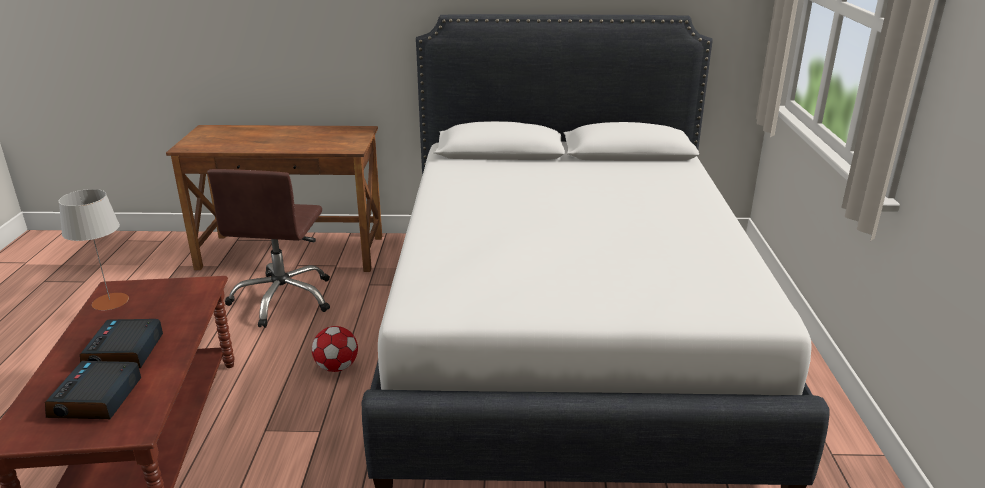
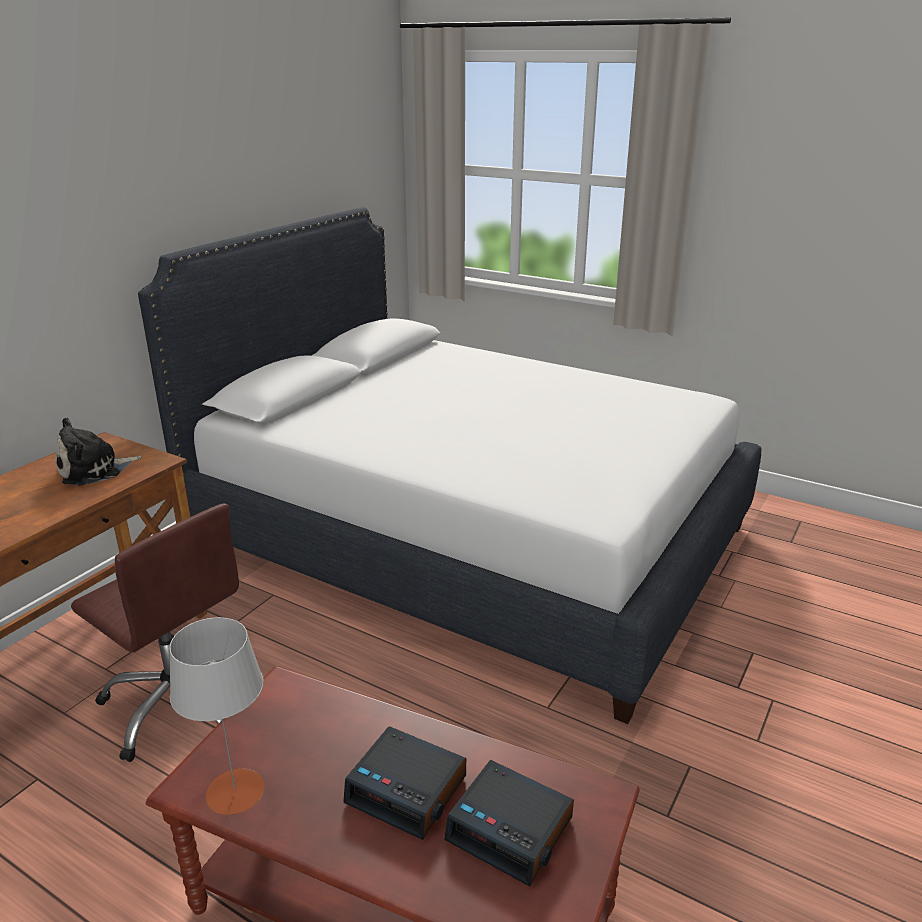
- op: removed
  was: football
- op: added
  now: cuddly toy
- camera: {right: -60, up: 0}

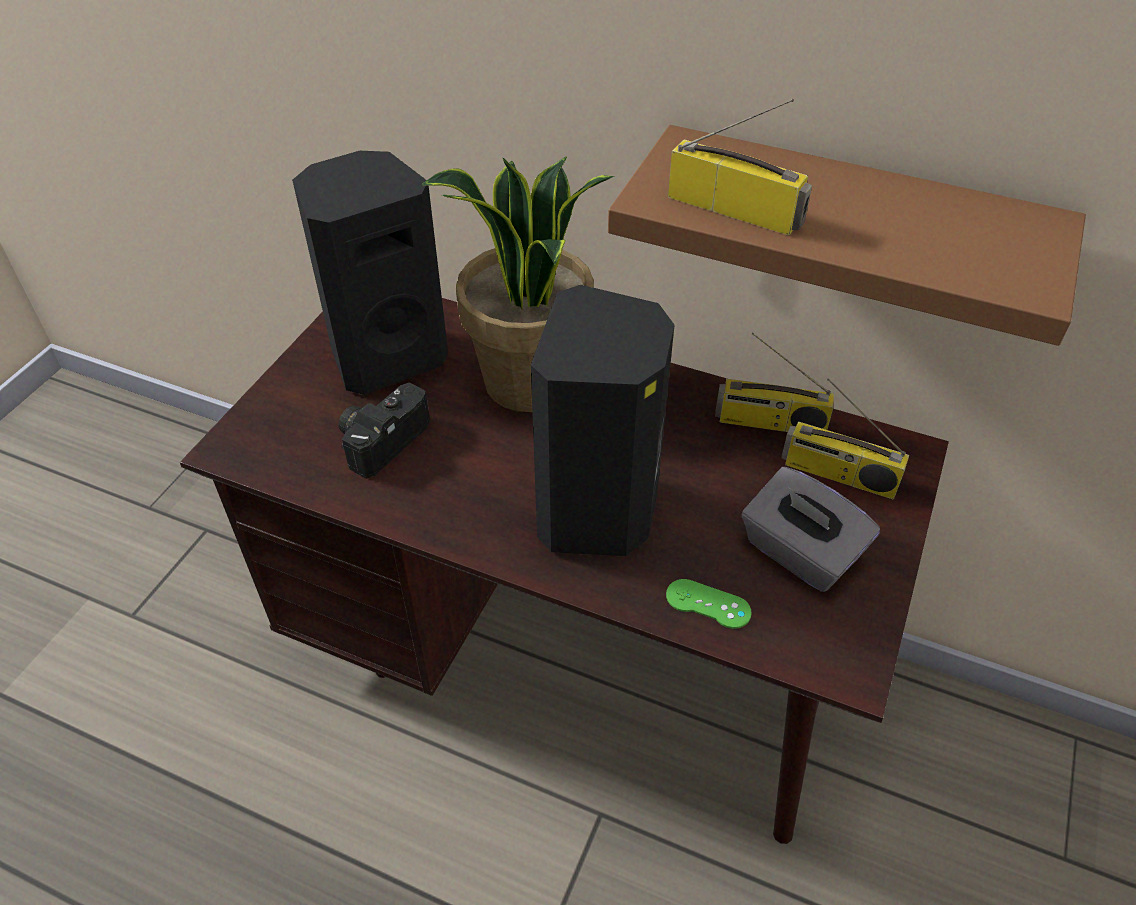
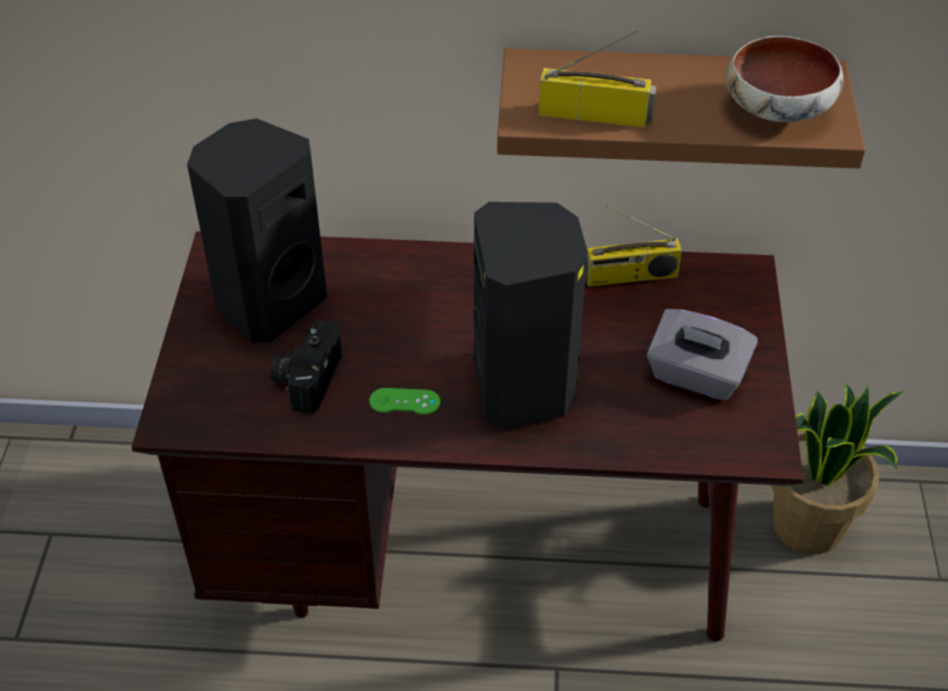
- op: removed
  was: radio (3rd from left)
- op: added
  now: deep dish
- op: moved
  was: plant in a pot
- op: moved
  was: game controller/green-coloured
- camera: {right: -20, up: 0}

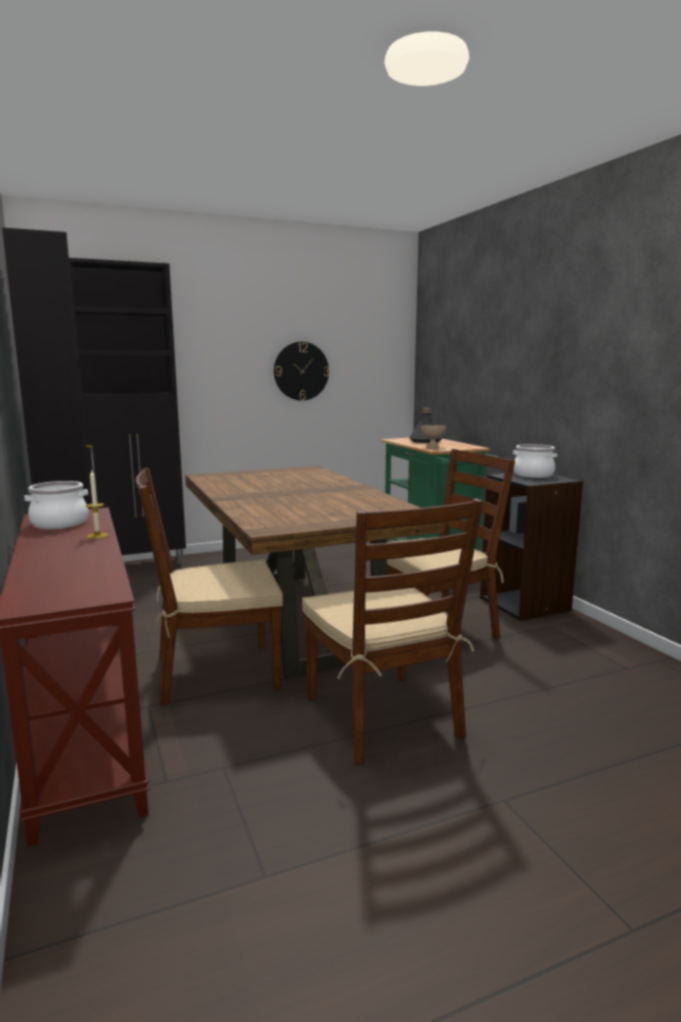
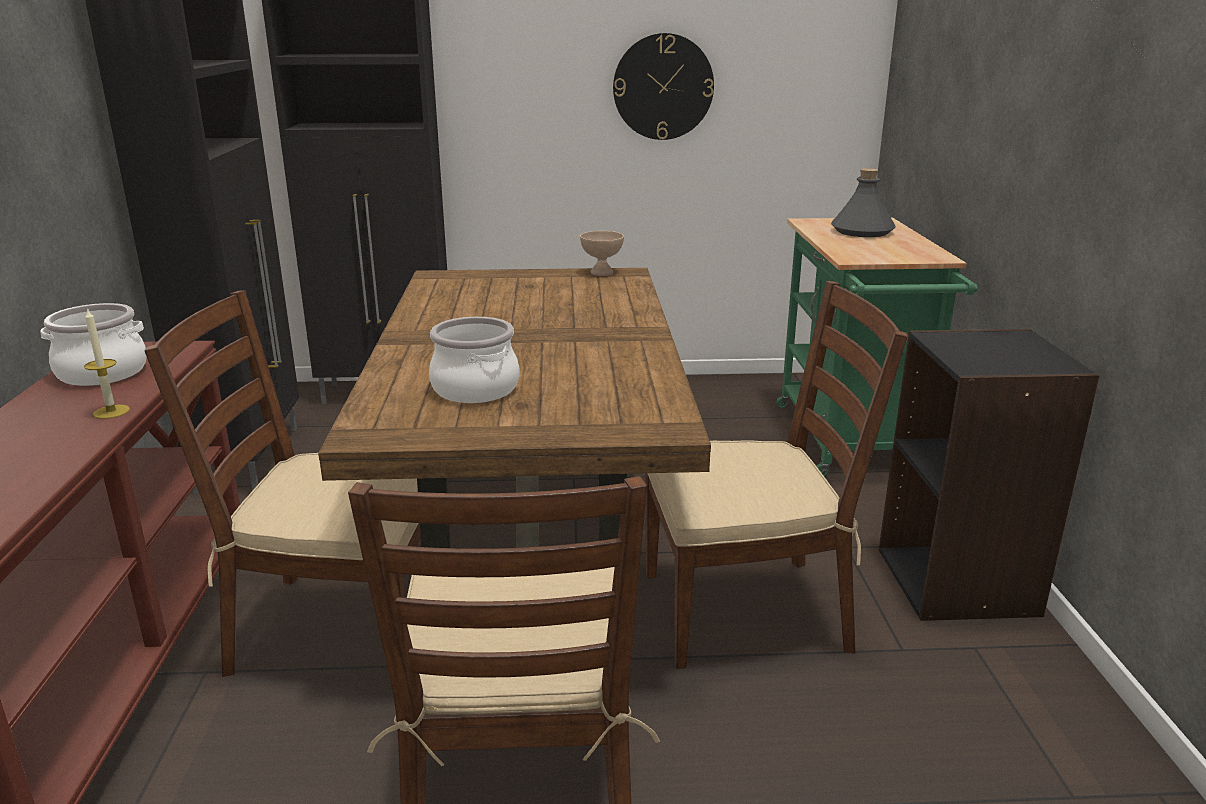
- op: moved
  was: deep dish/sand-coloured
- op: moved
  was: saucepot (2nd from left)
- camera: {right: 20, up: 10}

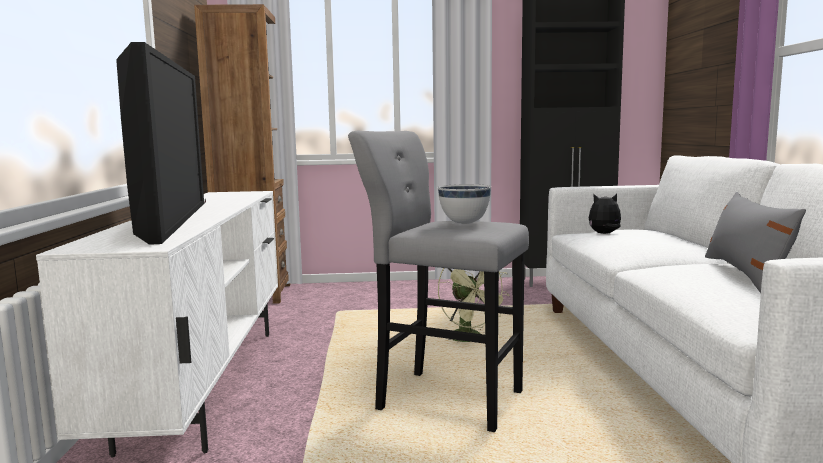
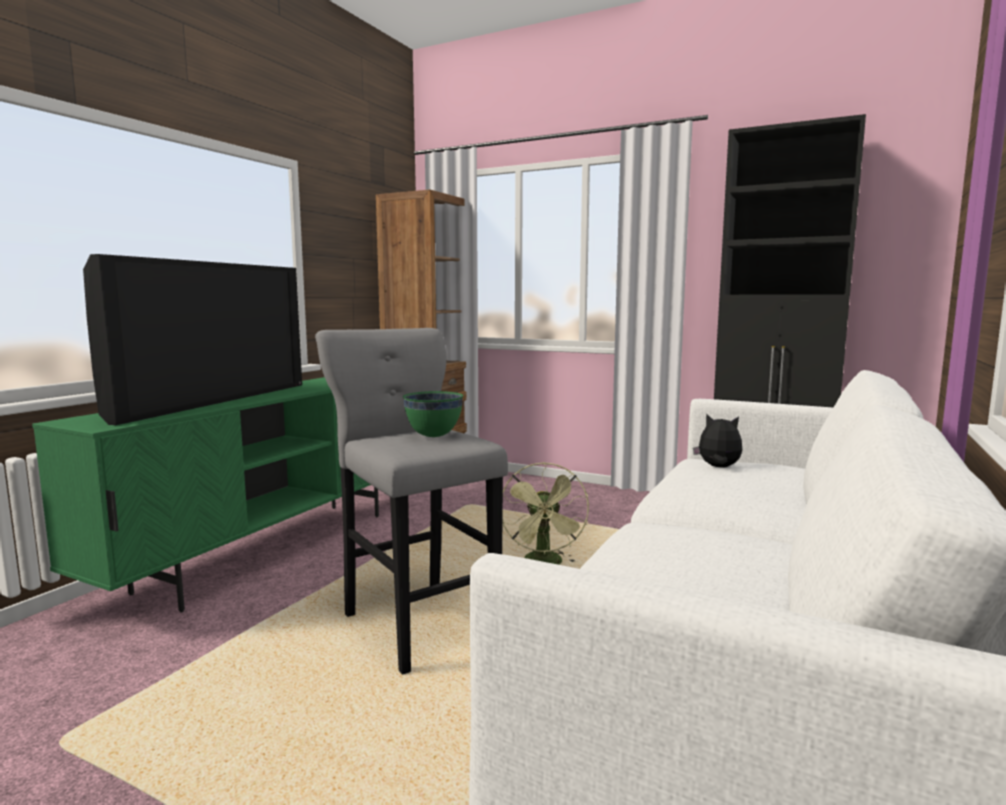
- op: removed
  was: throw pillow/grey
- op: recoloured
  was: tv unit/whitish
  now: tv unit/green-coloured
- op: recoloured
  was: deep dish/whitish
  now: deep dish/green-coloured
- camera: {right: 30, up: 0}

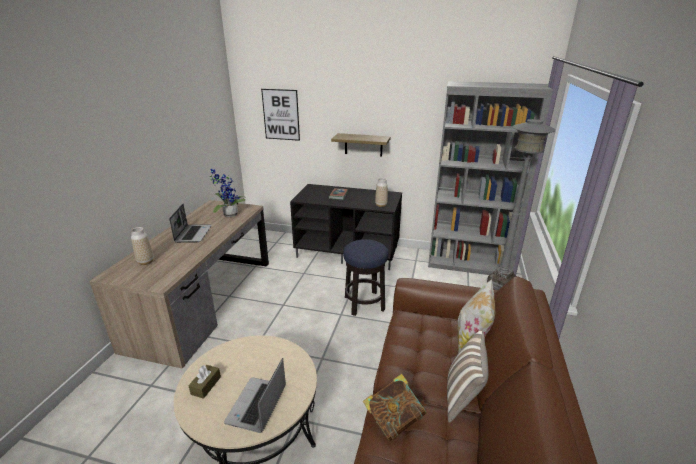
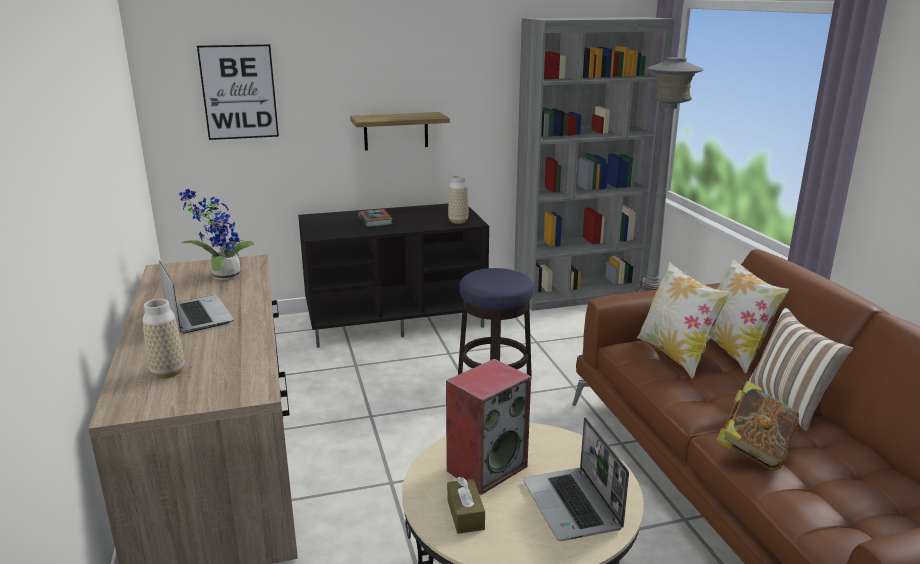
- op: added
  now: loudspeaker
- op: added
  now: throw pillow (1st from left)
- camera: {right: -30, up: -5}

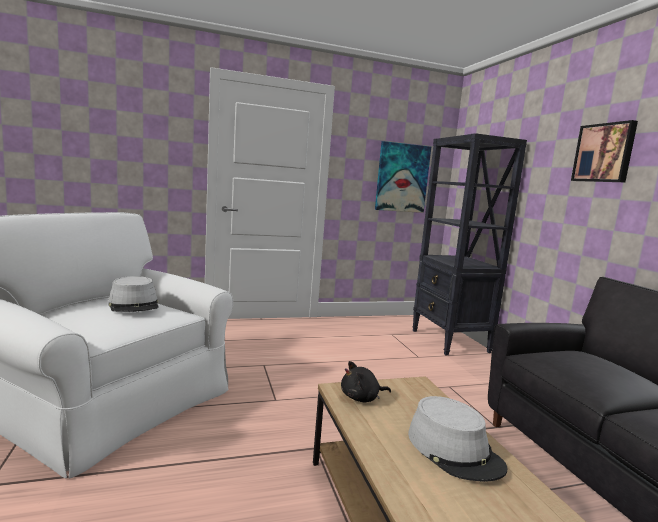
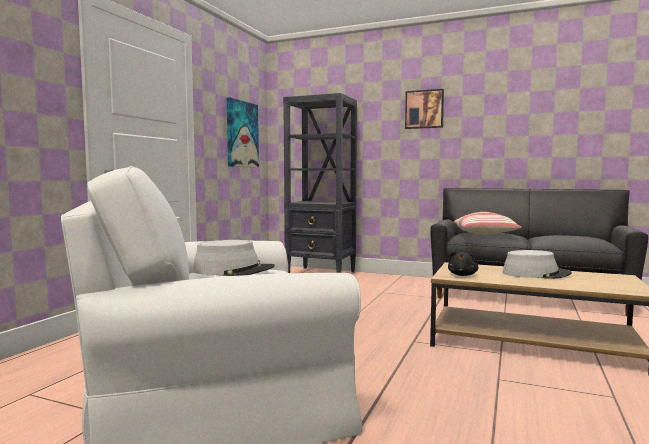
- op: added
  now: throw pillow
- camera: {right: -50, up: -5}

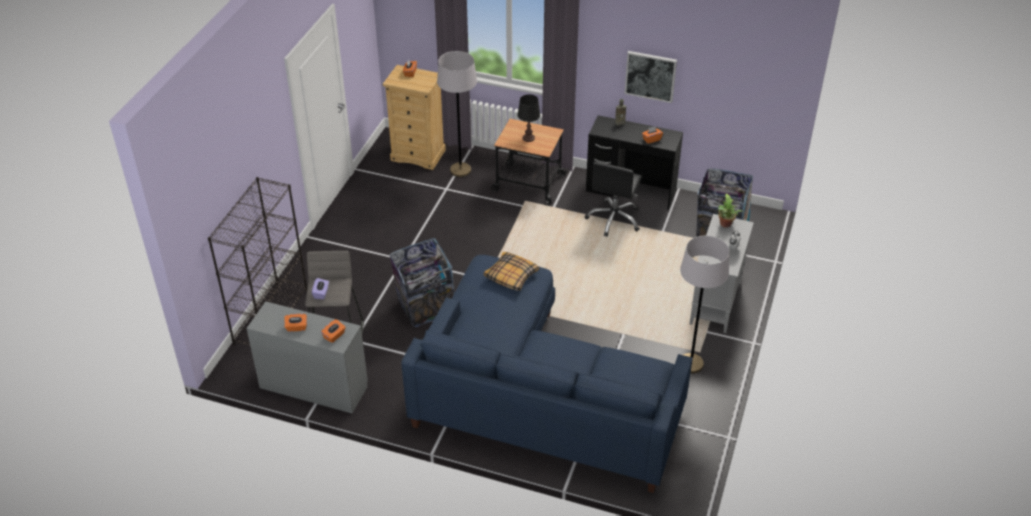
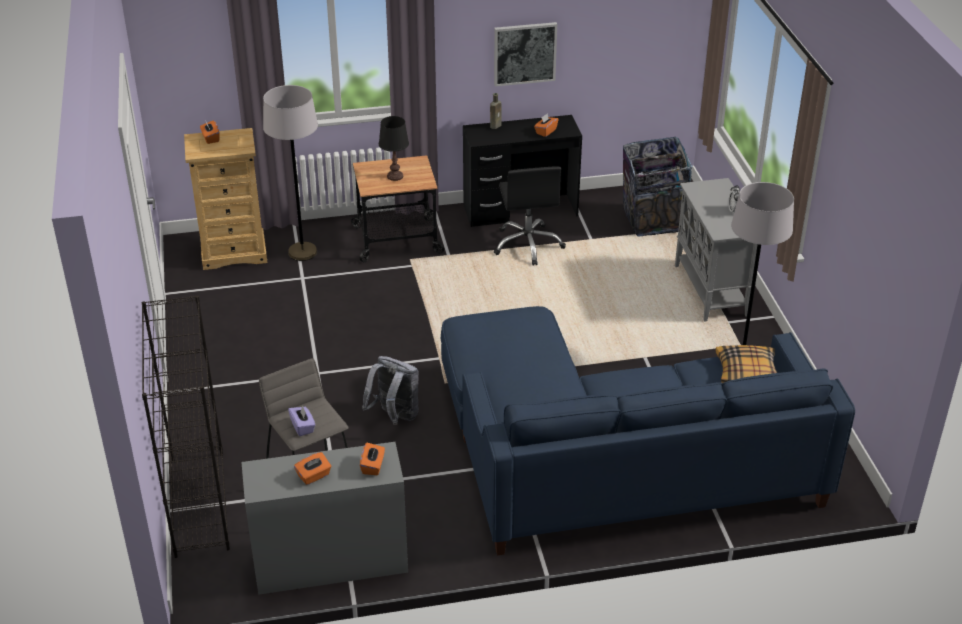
- op: removed
  was: plant in a pot
- op: moved
  was: throw pillow
- op: replaced
  was: rubbish bin (1st from left)
  now: knapsack/grey
- camera: {right: -30, up: -5}

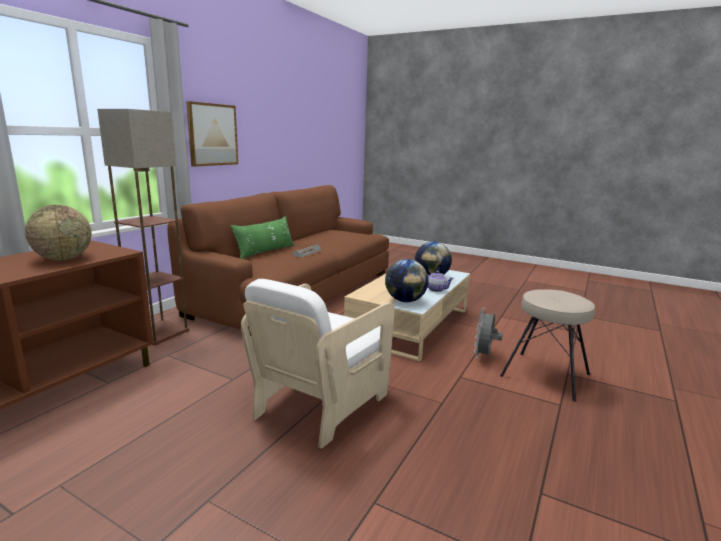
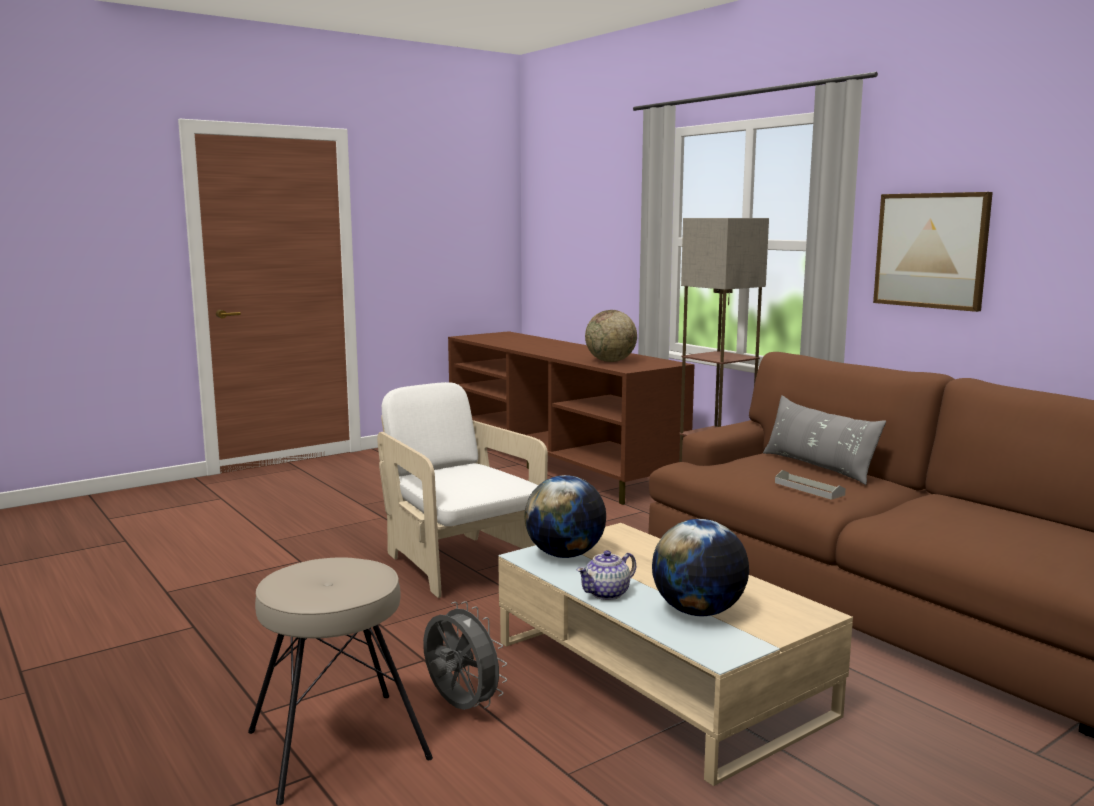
- op: recoloured
  was: throw pillow/green-coloured
  now: throw pillow/grey
- camera: {right: 115, up: -5}

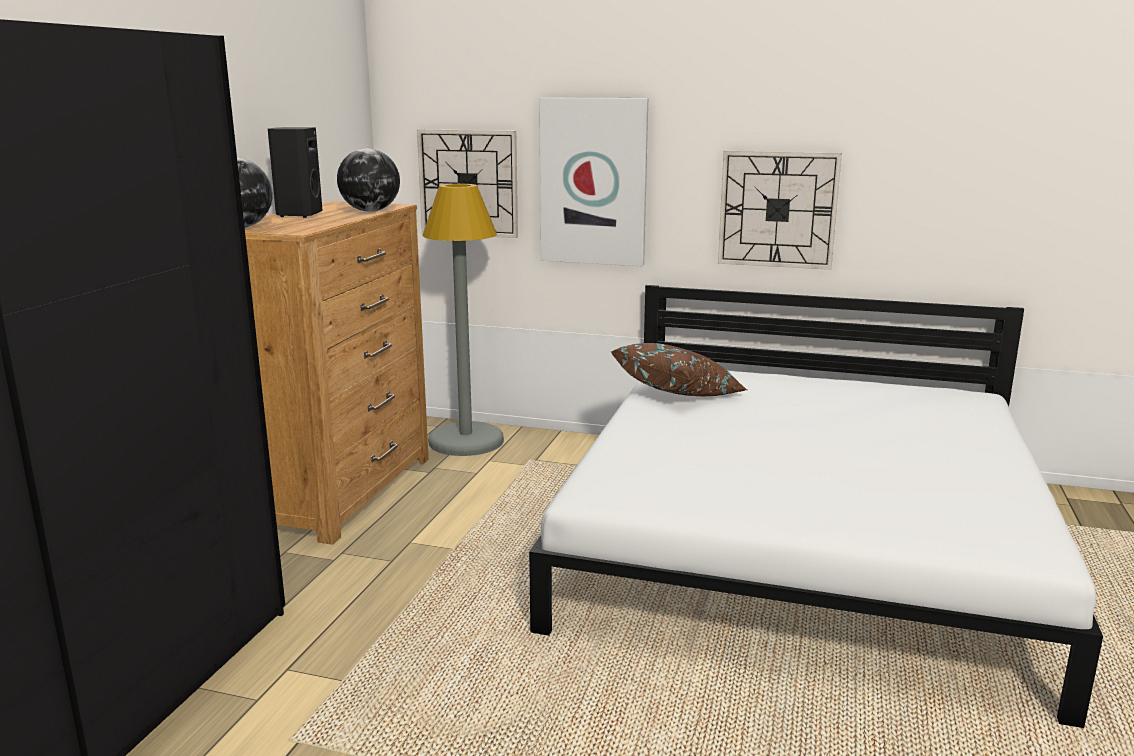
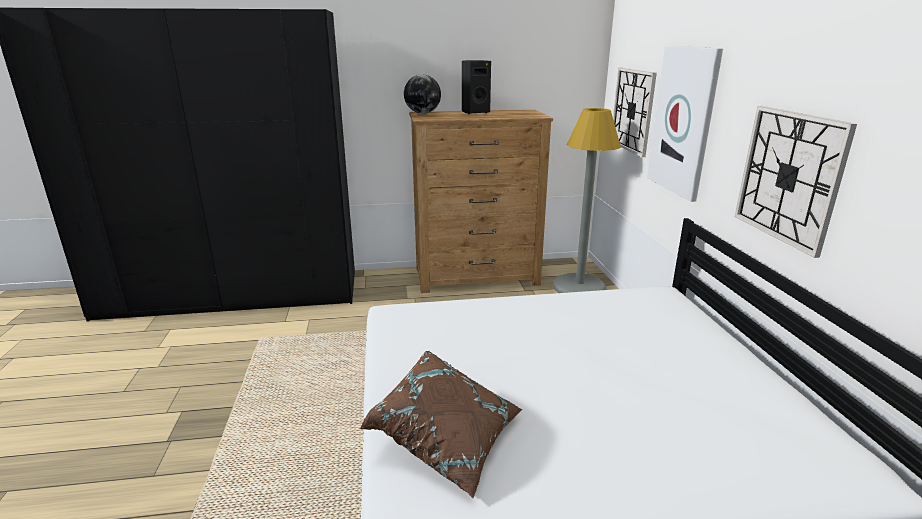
- op: removed
  was: globe (2nd from left)
- op: moved
  was: throw pillow/brown-coloured
- camera: {right: 65, up: 5}

